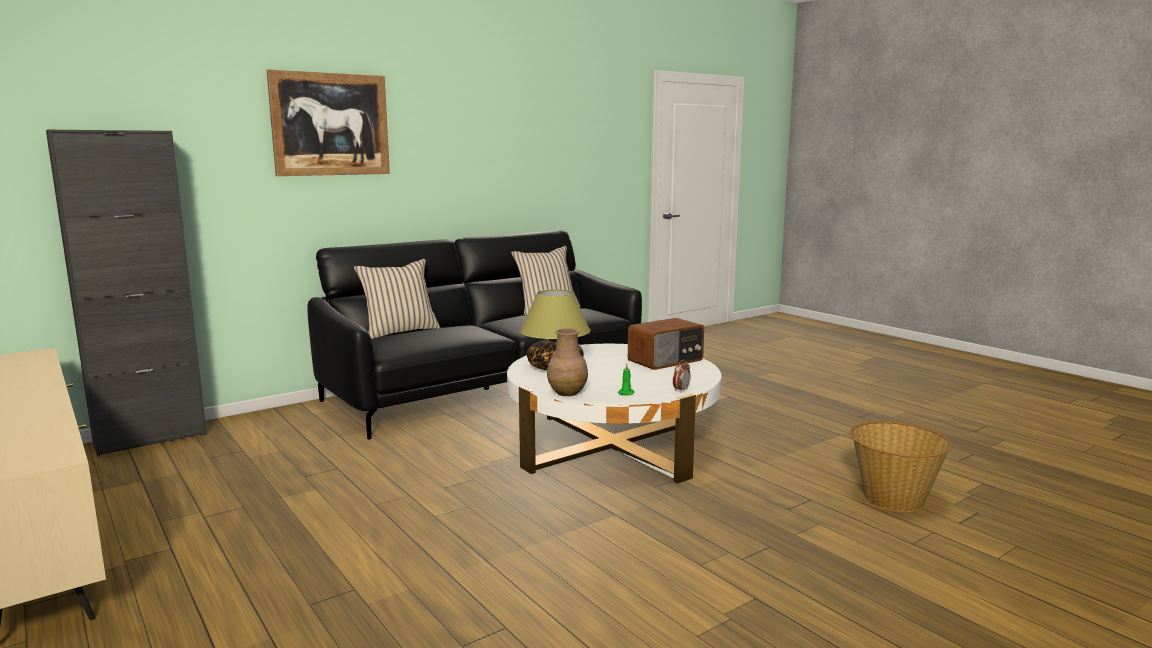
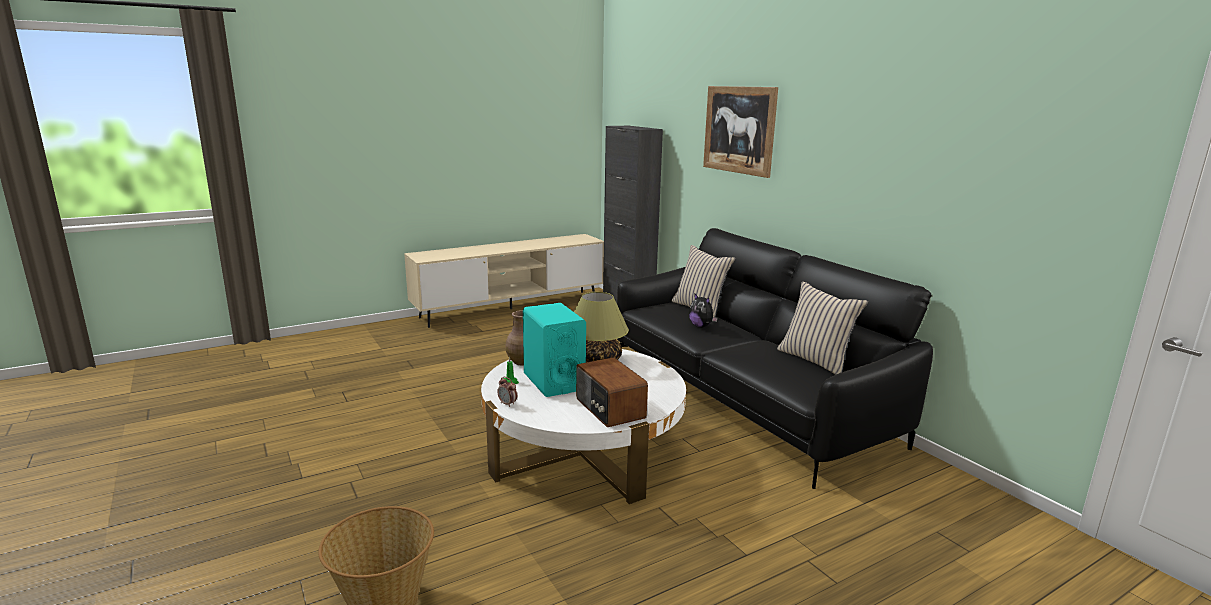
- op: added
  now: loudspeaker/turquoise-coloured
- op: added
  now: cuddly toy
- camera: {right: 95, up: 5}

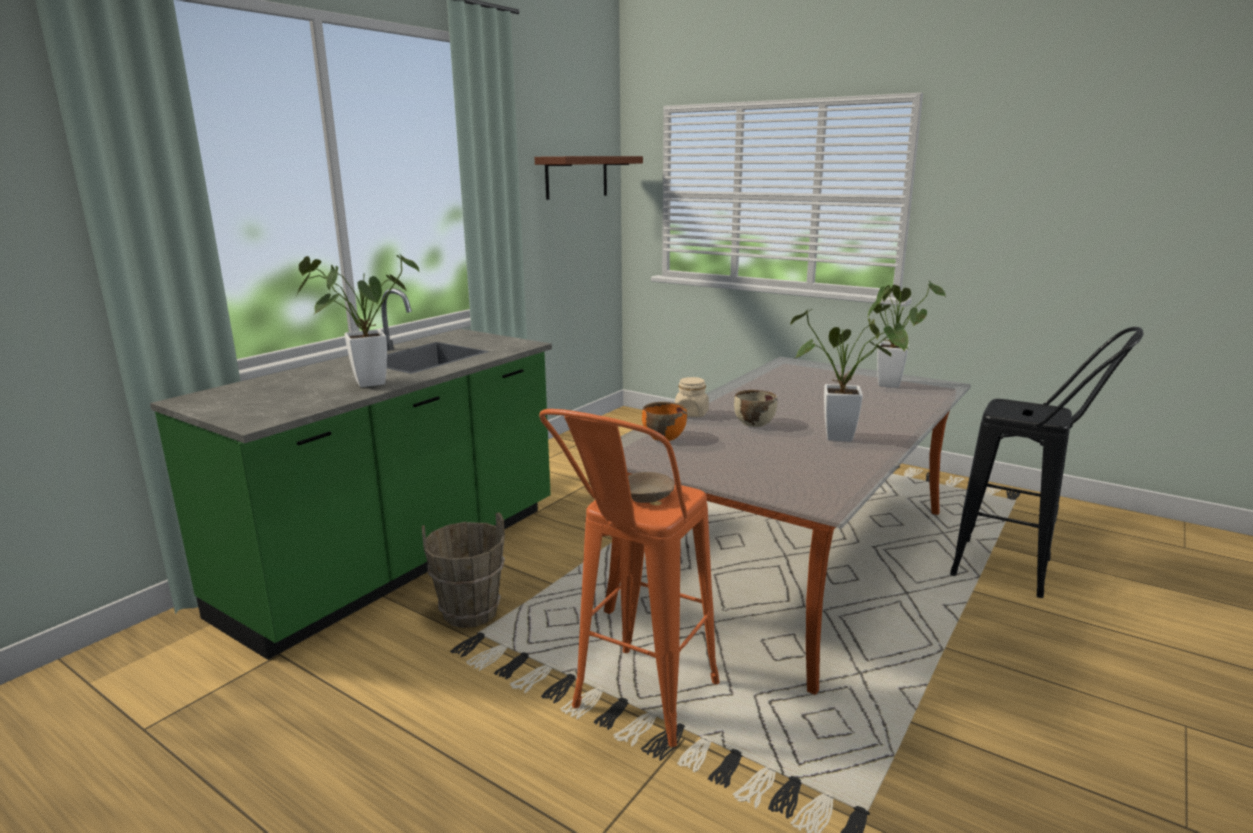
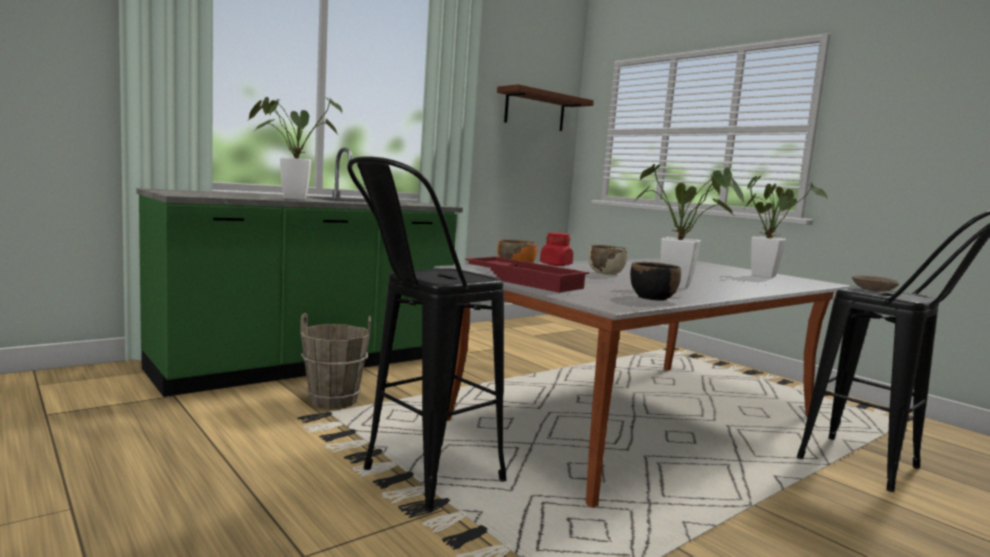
- op: added
  now: serving tray/red-coloured
- op: added
  now: deep dish/black-coloured
- op: moved
  was: deep dish/sand-coloured (1st from left in the first image)
  now: deep dish/sand-coloured (2nd from left)
- op: recoloured
  was: stool/orangey
  now: stool/black-coloured (1st from left)
- op: recoloured
  was: storage jar/sand-coloured
  now: storage jar/red-coloured
- camera: {right: 15, up: -10}

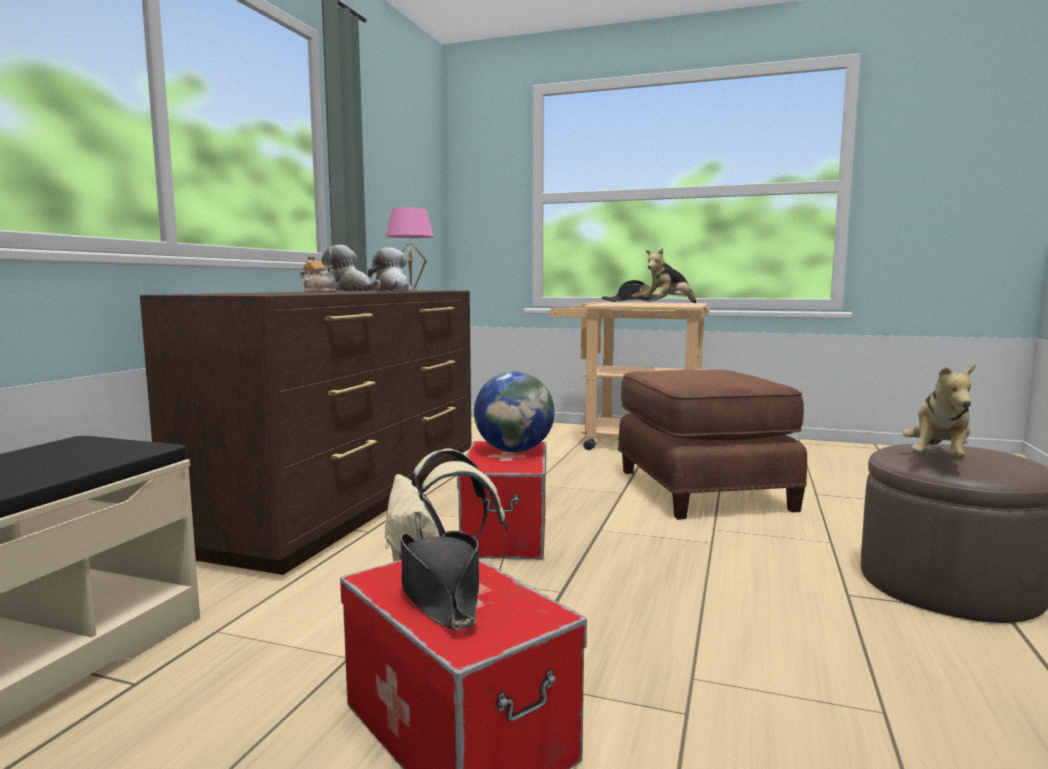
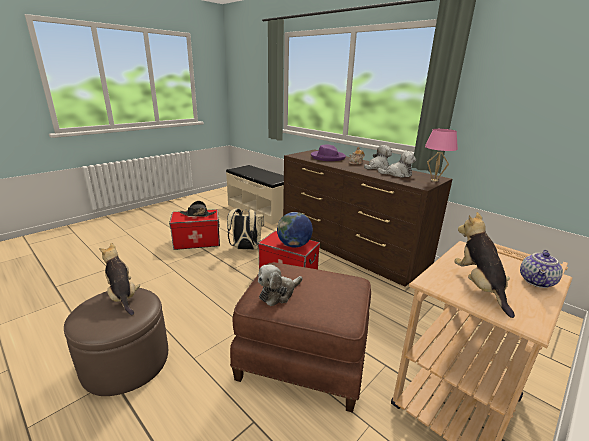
- op: added
  now: cuddly toy (2nd from left)
- op: added
  now: hat/purple-coloured
- op: replaced
  was: hat/black-coloured (2nd from left)
  now: pot for tea (2nd from left)
- camera: {right: 115, up: 15}

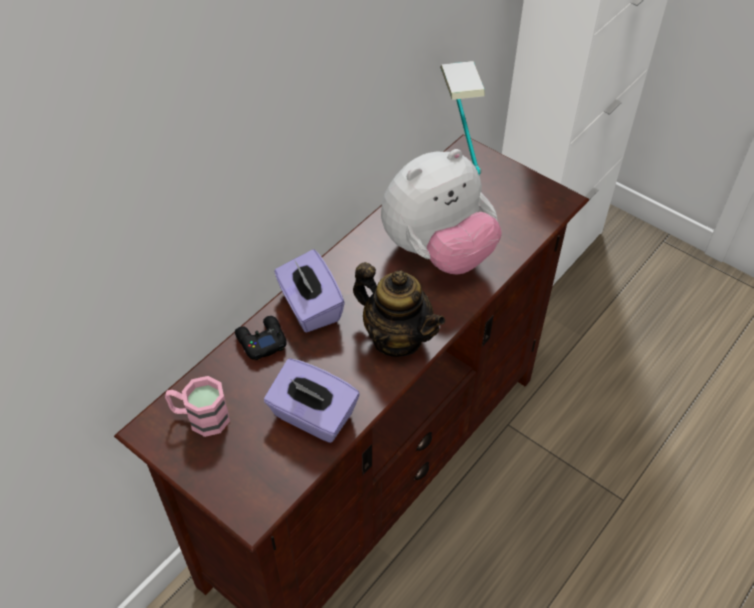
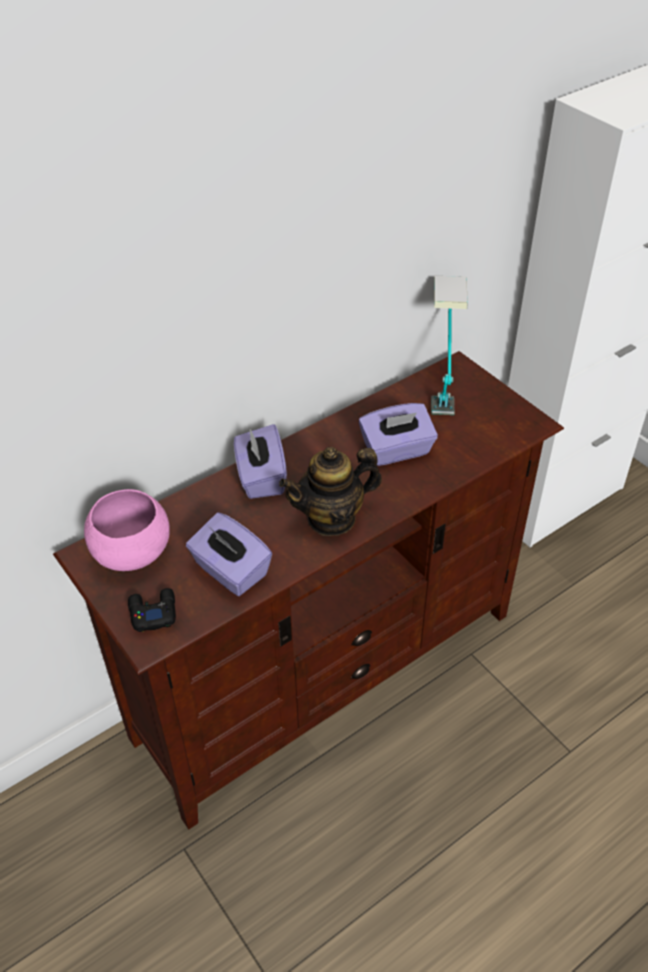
- op: moved
  was: game controller/black-coloured
- op: replaced
  was: tea mug/pink
  now: deep dish/pink
- op: replaced
  was: cuddly toy
  now: box of tissues/purple-coloured (3rd from left)
- op: turned
  was: pot for tea
  clockwise: 105
- camera: {right: 15, up: -5}

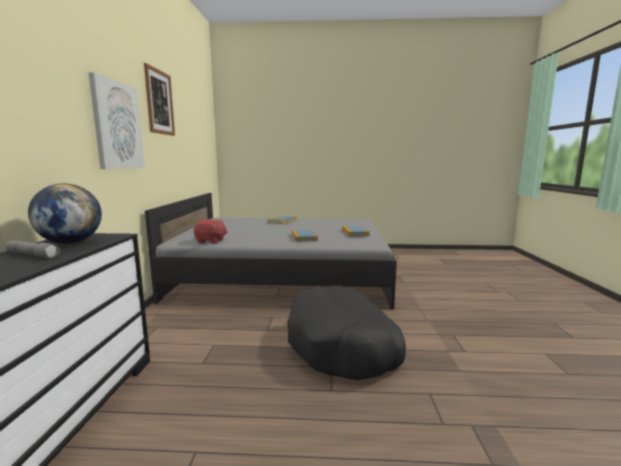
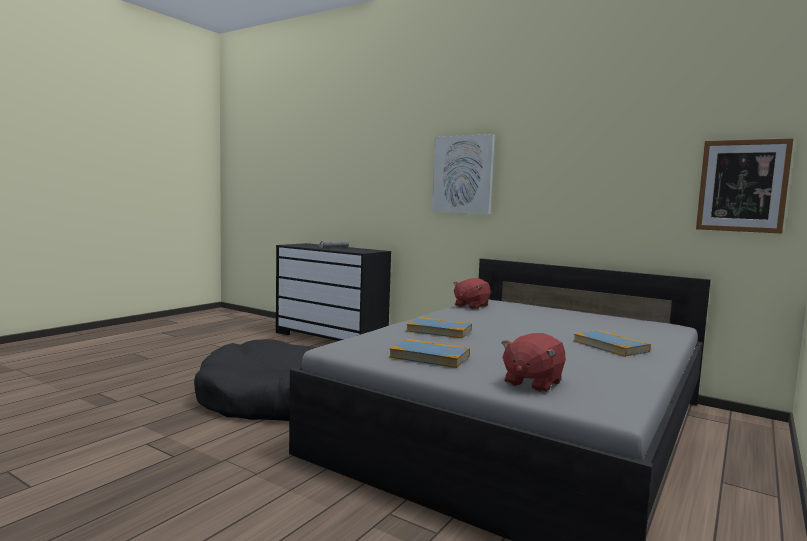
- op: removed
  was: globe
- op: added
  now: cuddly toy/red-coloured (2nd from left)
- op: moved
  was: picture (2nd from left)
- camera: {right: 120, up: -5}

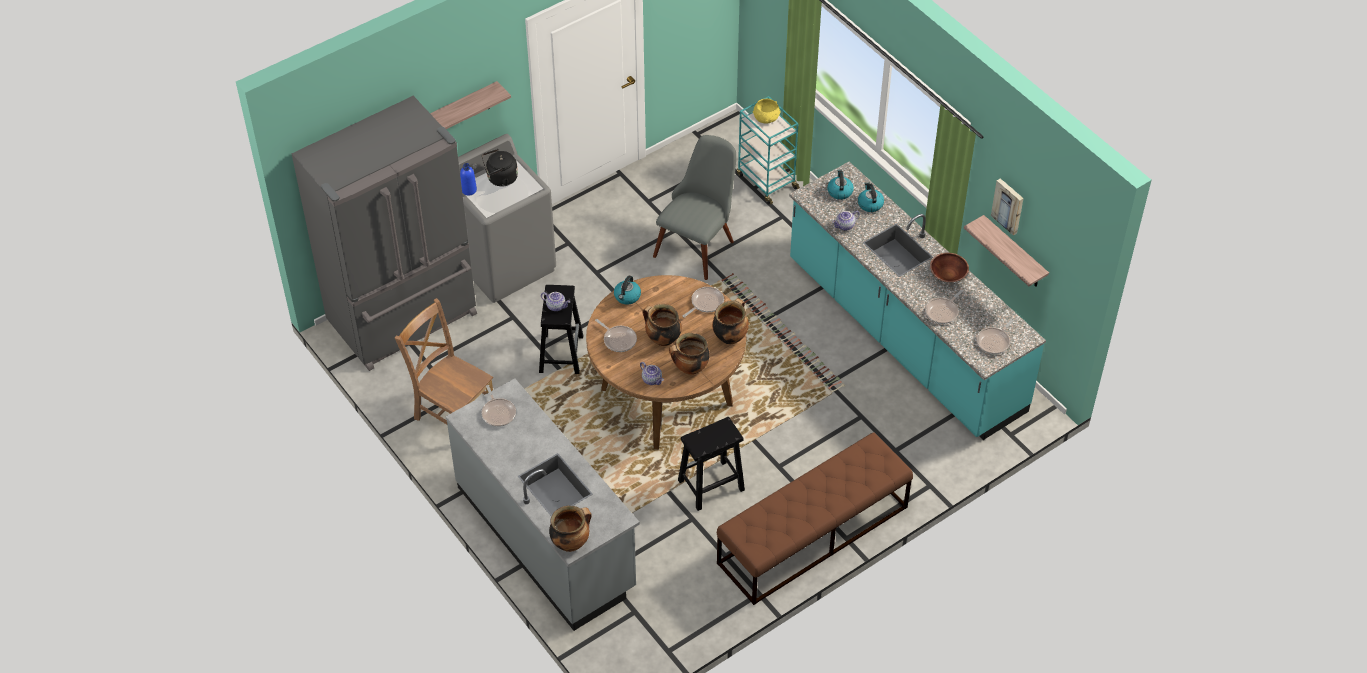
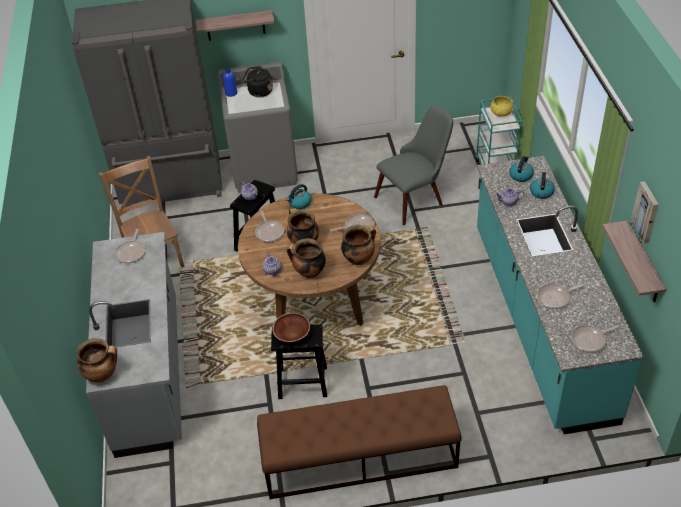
- op: moved
  was: deep dish/brown-coloured
- camera: {right: 30, up: -5}

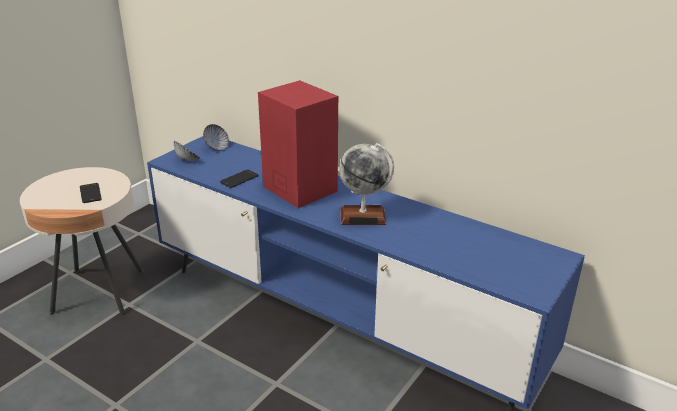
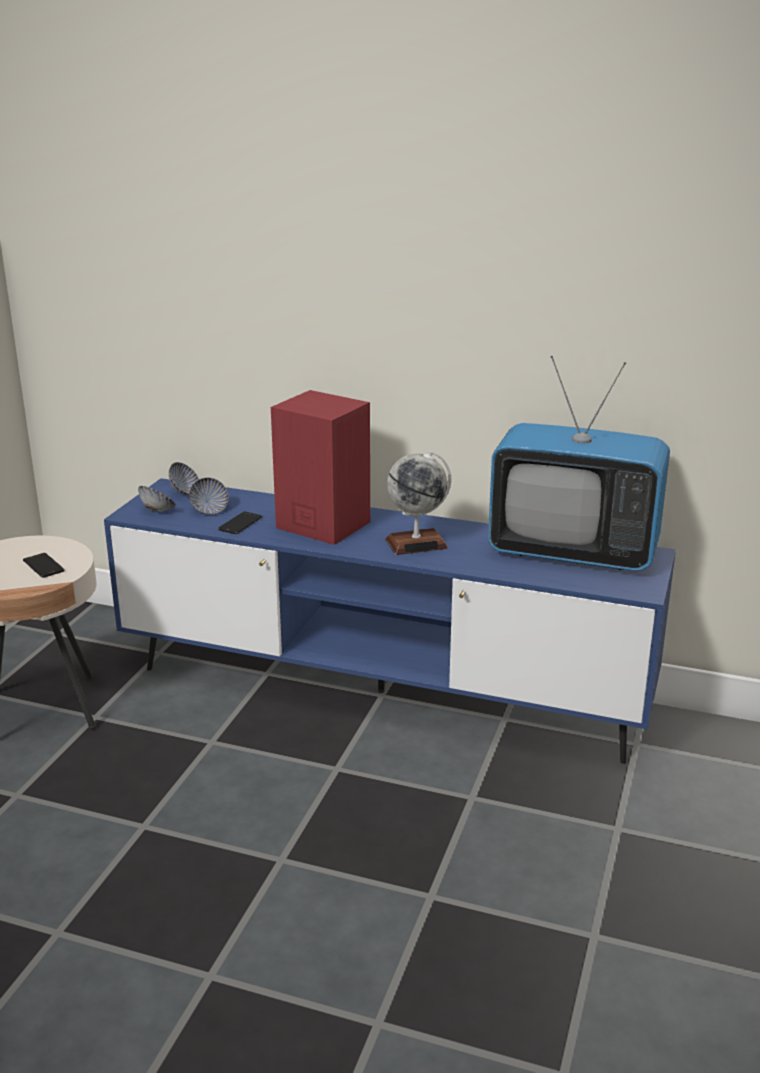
- op: added
  now: deep dish (3rd from left)
- op: added
  now: television
- camera: {right: -15, up: -5}

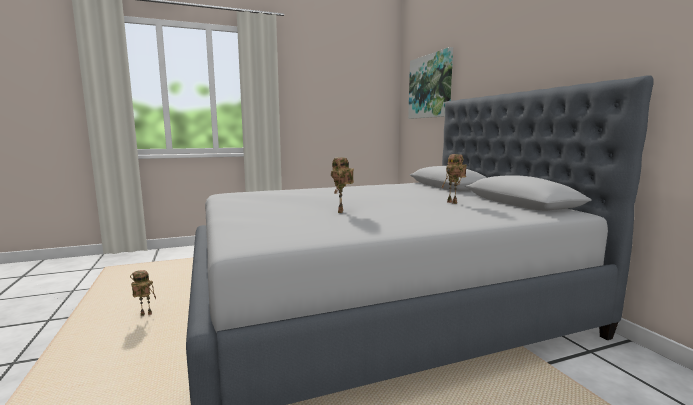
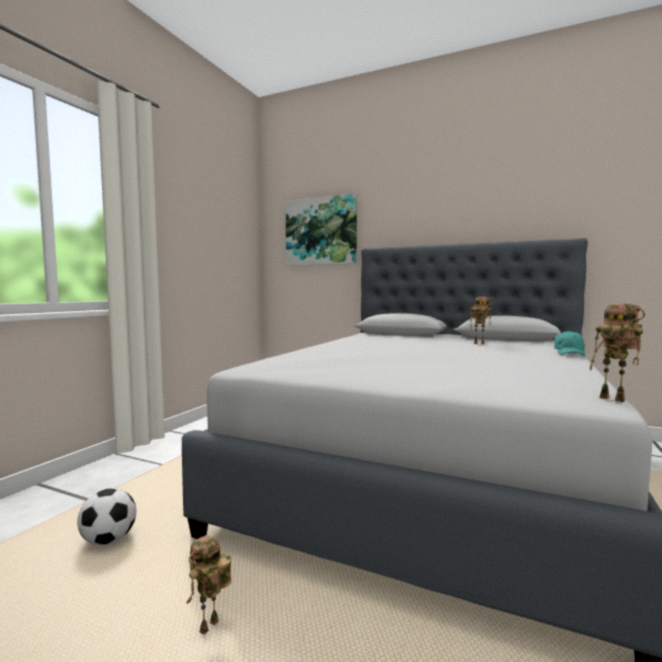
- op: added
  now: football
- op: added
  now: cap/turquoise-coloured
- op: moved
  was: model robot (2nd from left in the first image)
  now: model robot (3rd from left)
- camera: {right: -45, up: -5}

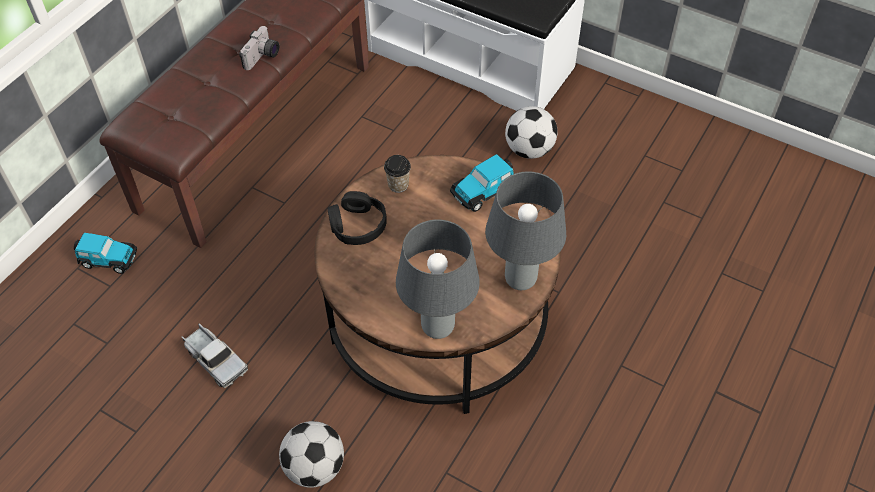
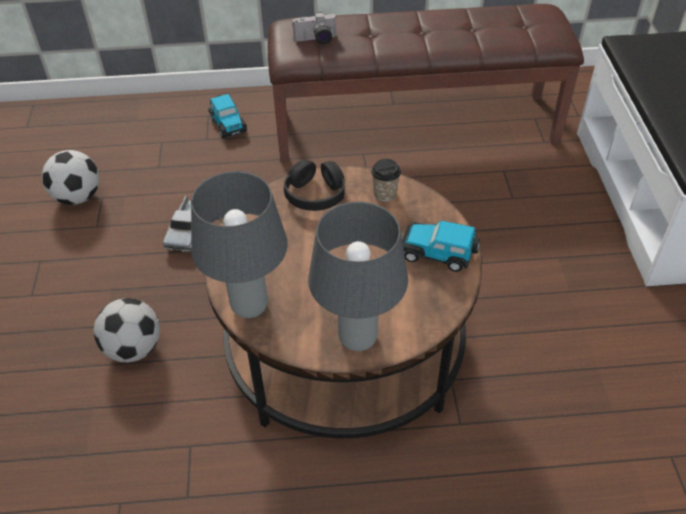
- op: moved
  was: photo camera
- op: moved
  was: football (2nd from left in the first image)
  now: football (1st from left)
- camera: {right: 55, up: -5}

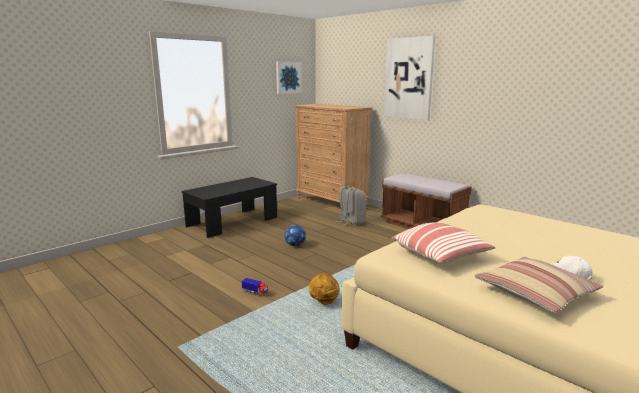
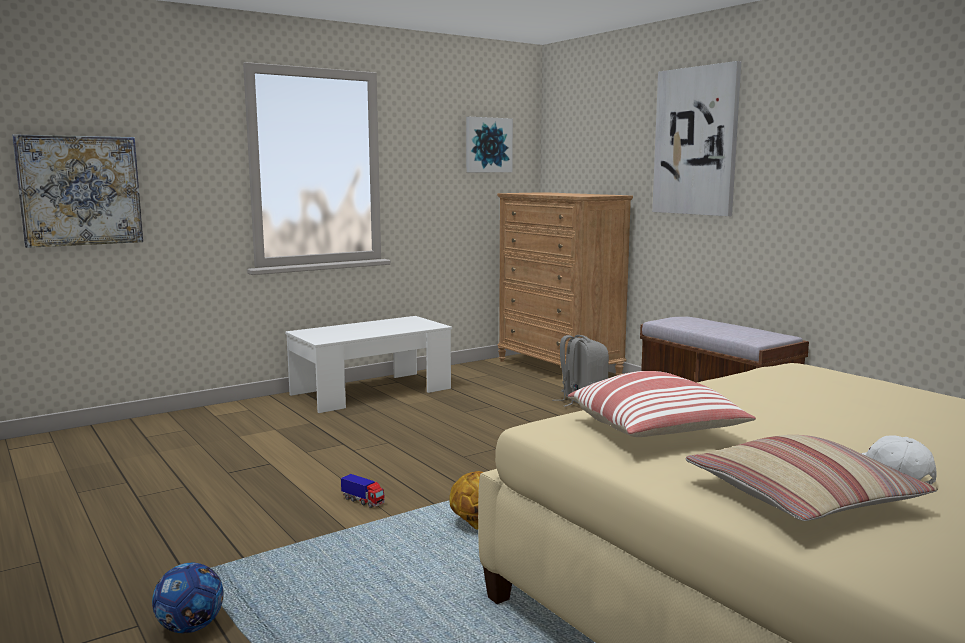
- op: added
  now: picture (1st from left)
- op: moved
  was: football
- op: recoloured
  was: coffee table/black-coloured
  now: coffee table/whitish
- camera: {right: 10, up: -5}

